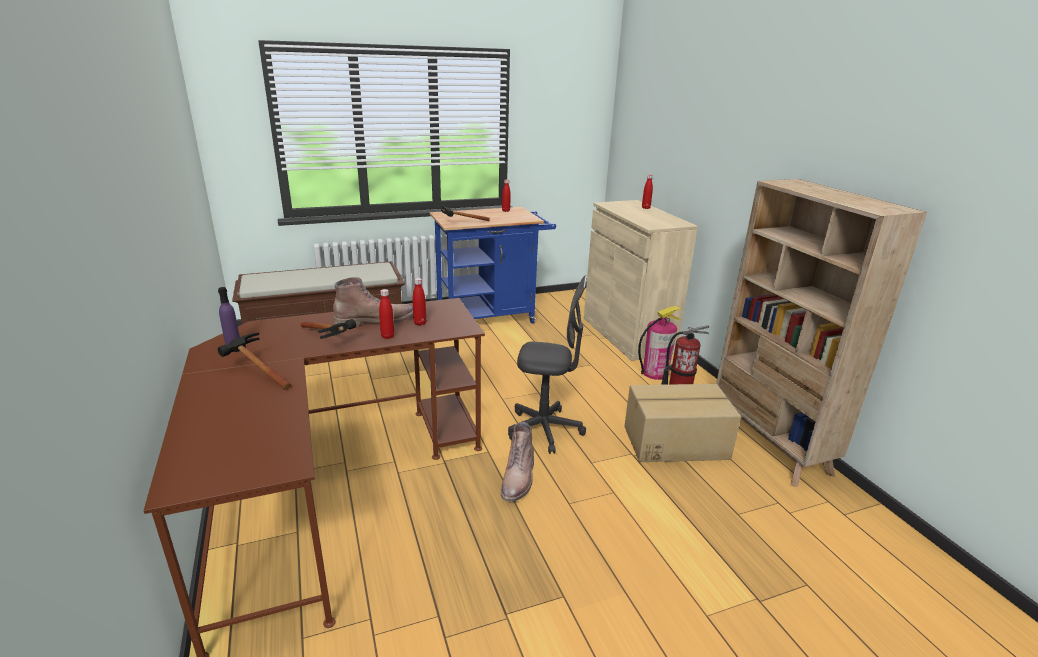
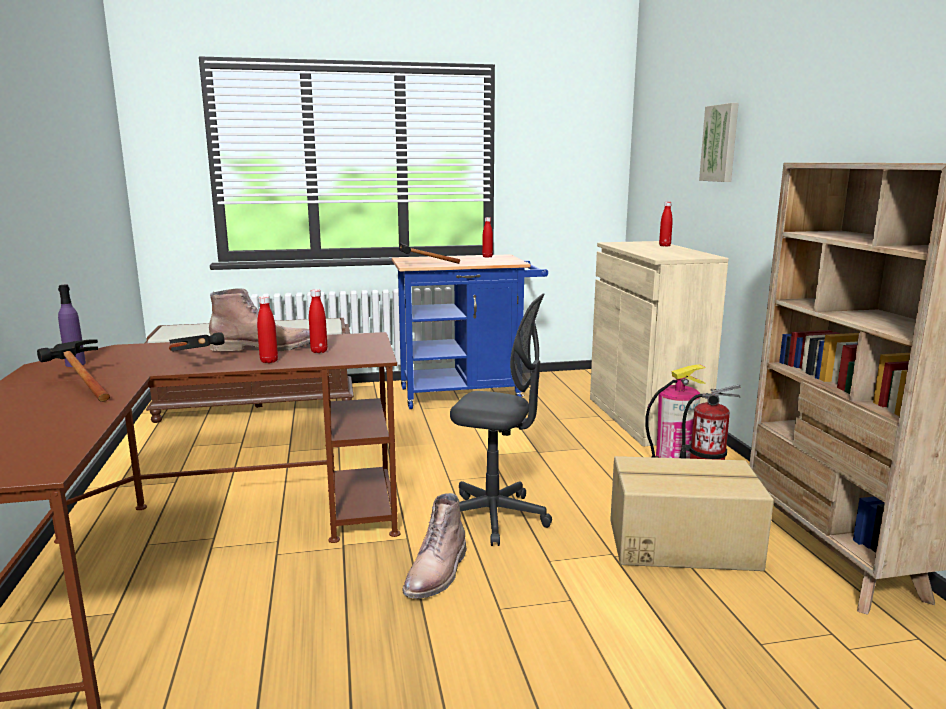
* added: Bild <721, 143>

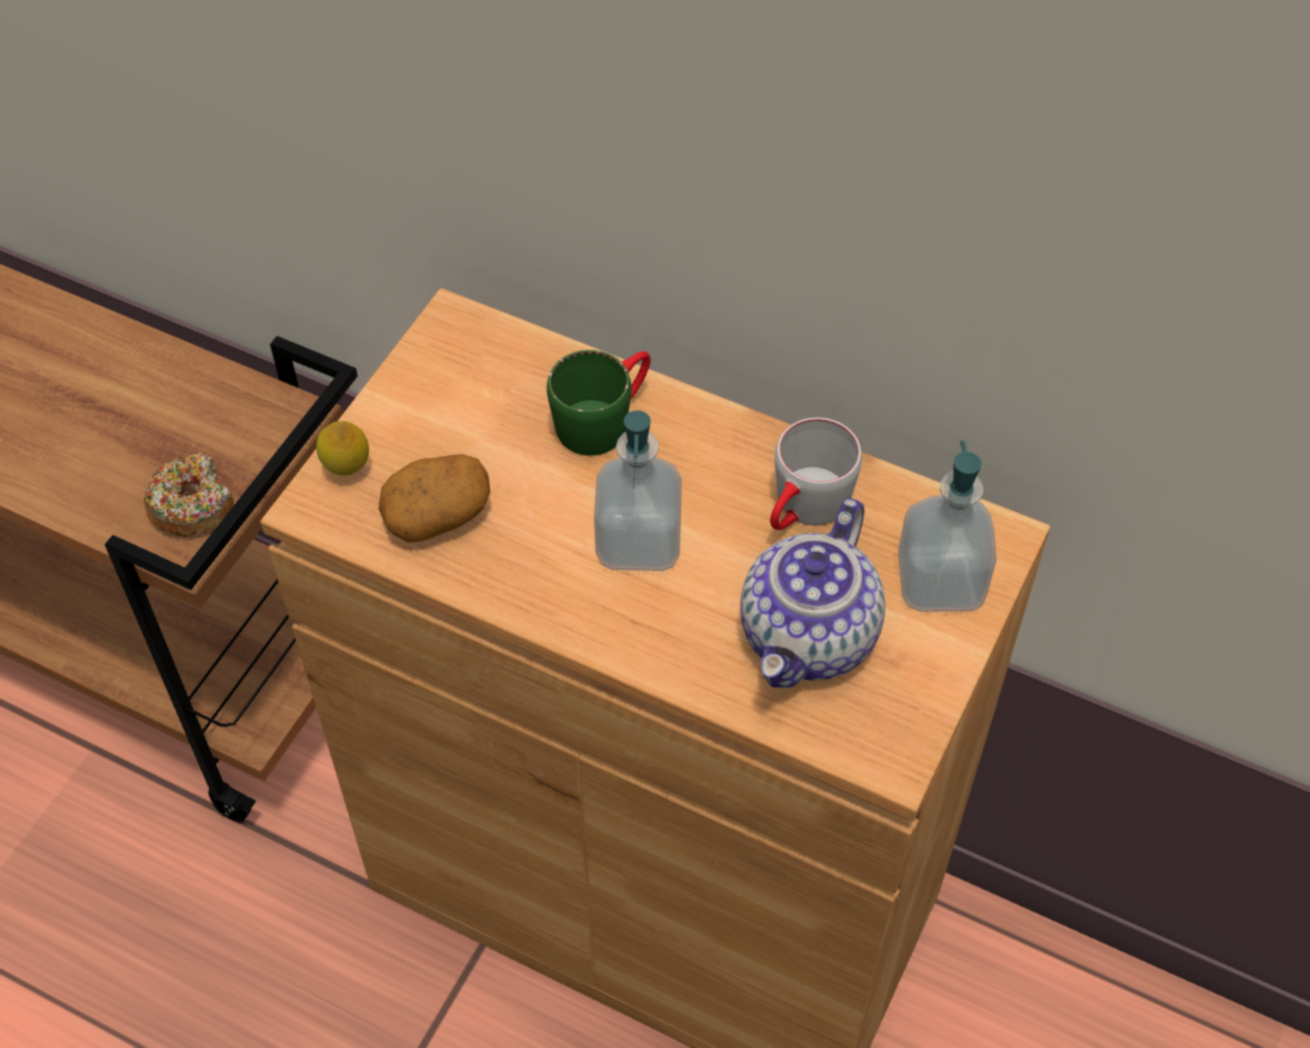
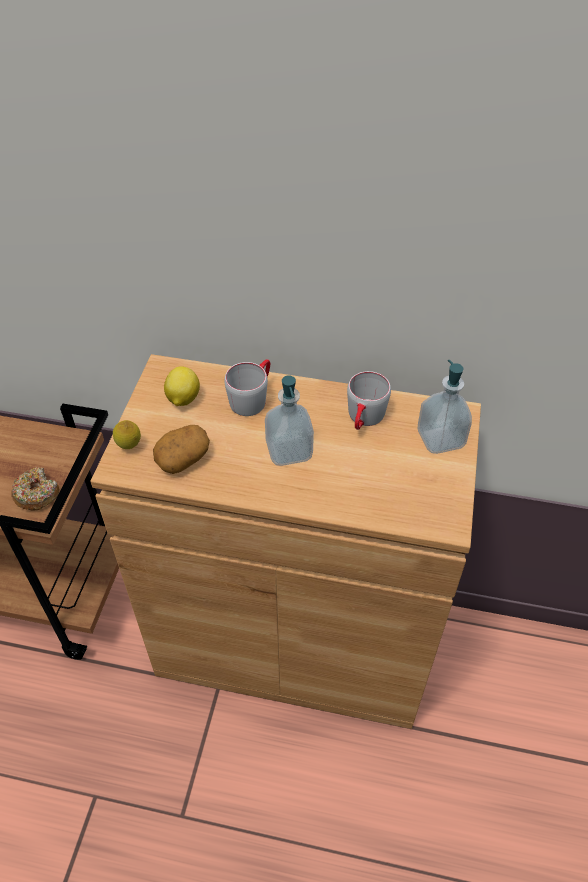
* recoloured: Henkelbecher (grün) <604, 418> to Henkelbecher (grau) <252, 397>
* removed: Teekanne <810, 638>
* added: Zitrone <183, 399>

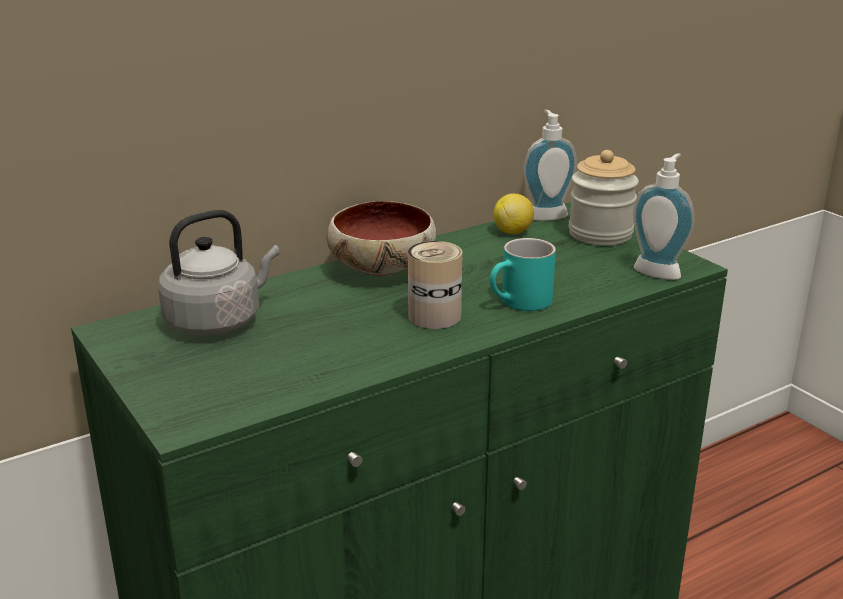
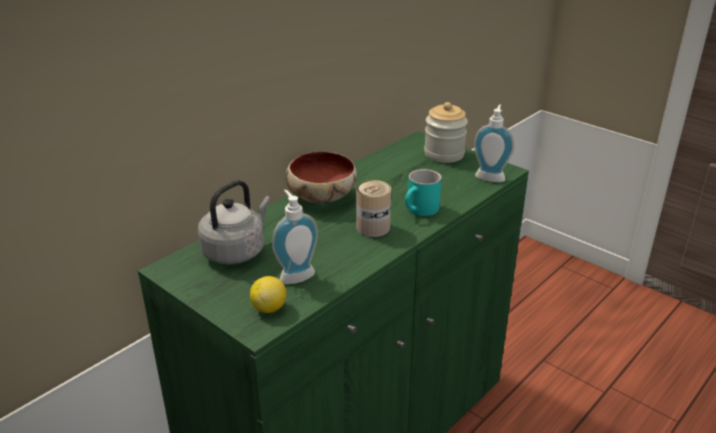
* moved: Zitrone <513, 232> to <269, 308>
* moved: Seifenspender <545, 215> to <295, 275>

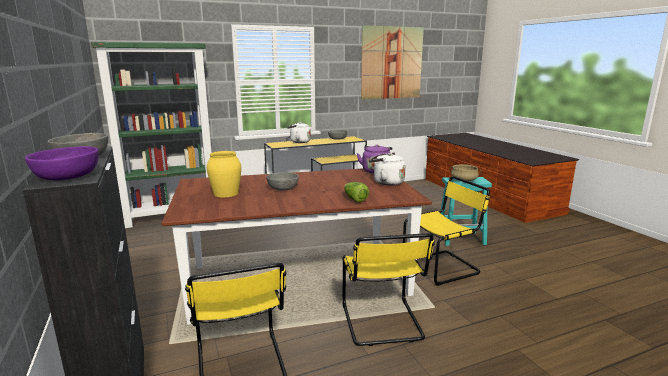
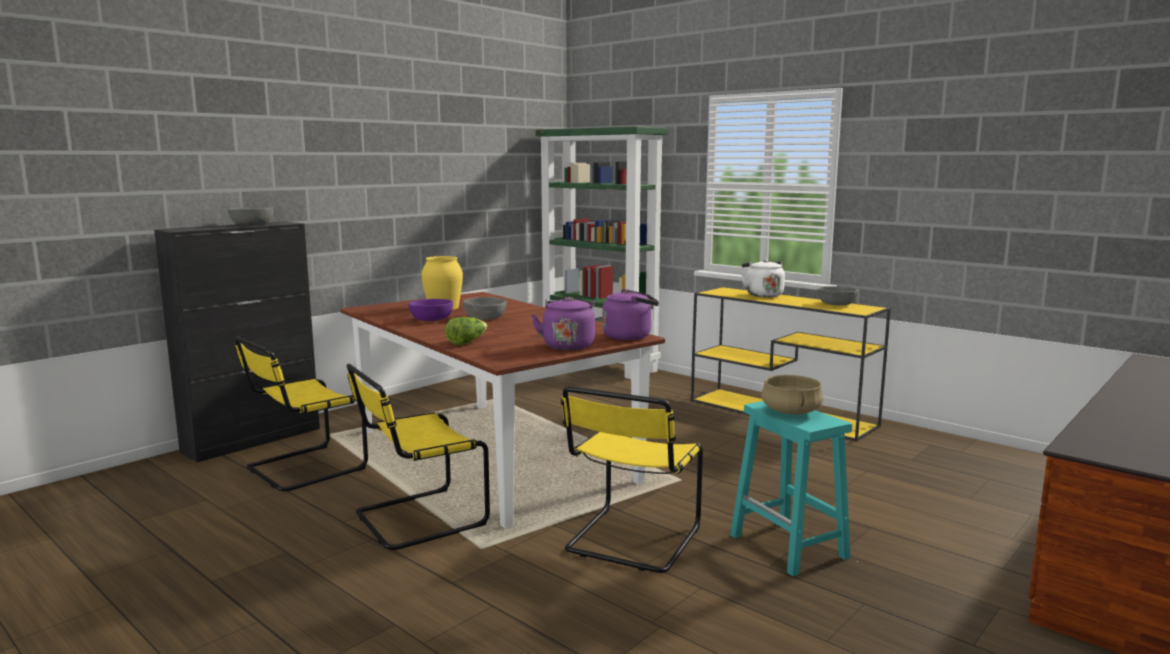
* moved: Schüssel (lila) <67, 176> to <431, 319>
* removed: Bild <392, 63>
* recoloured: Wasserkessel (weiß) <386, 182> to Wasserkessel (lila) <568, 345>
* turned: Stuhl (gelb) <443, 267> = <631, 541> 75 degrees clockwise

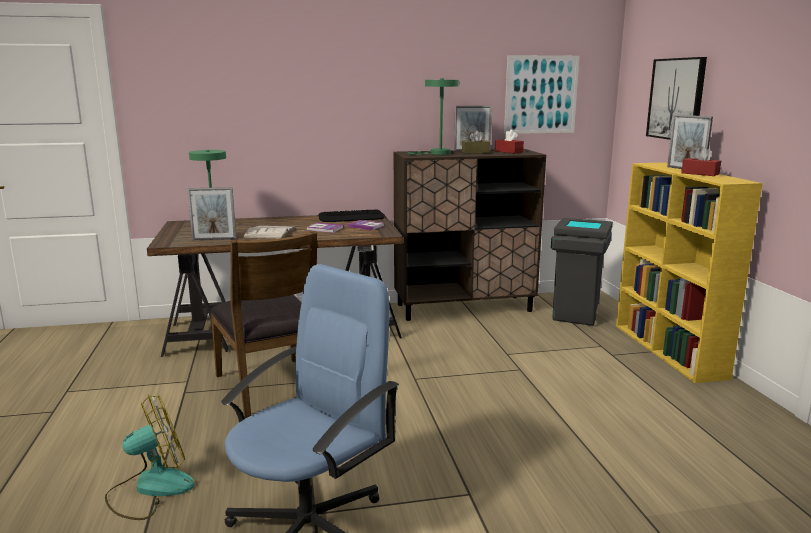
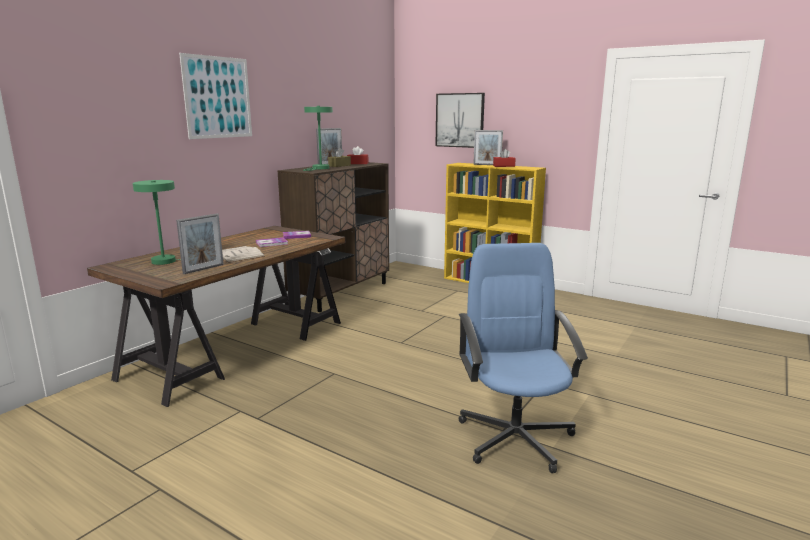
* removed: Ventilator <150, 488>
* removed: Stuhl (braun) <270, 387>
* removed: Tastatur <351, 217>
* moved: Bild <541, 94> to <218, 97>
* removed: Mülleimer (grau) <575, 316>

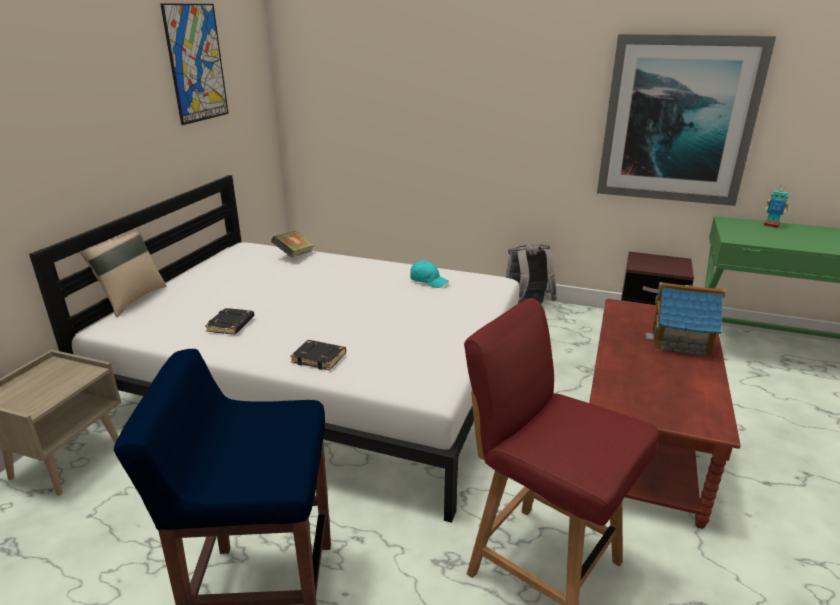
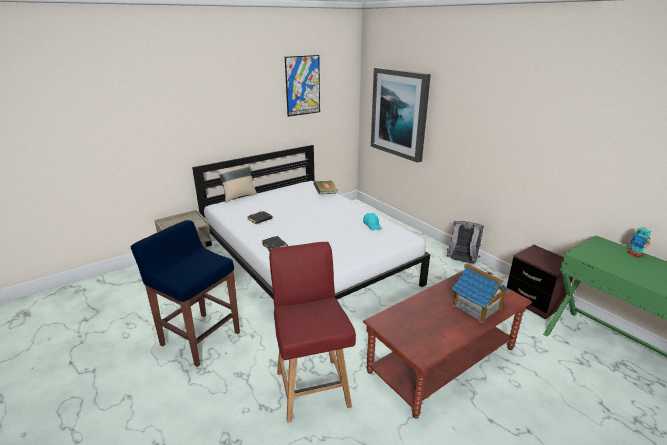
* moved: Bild <677, 120> to <399, 113>

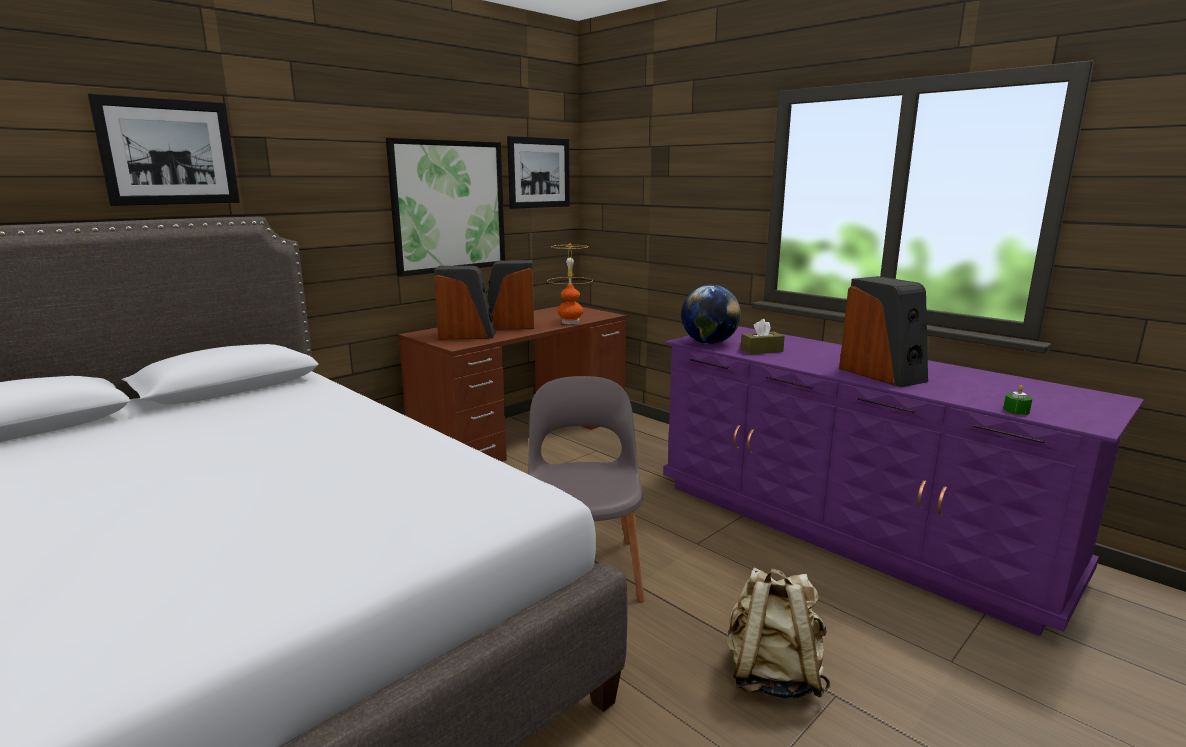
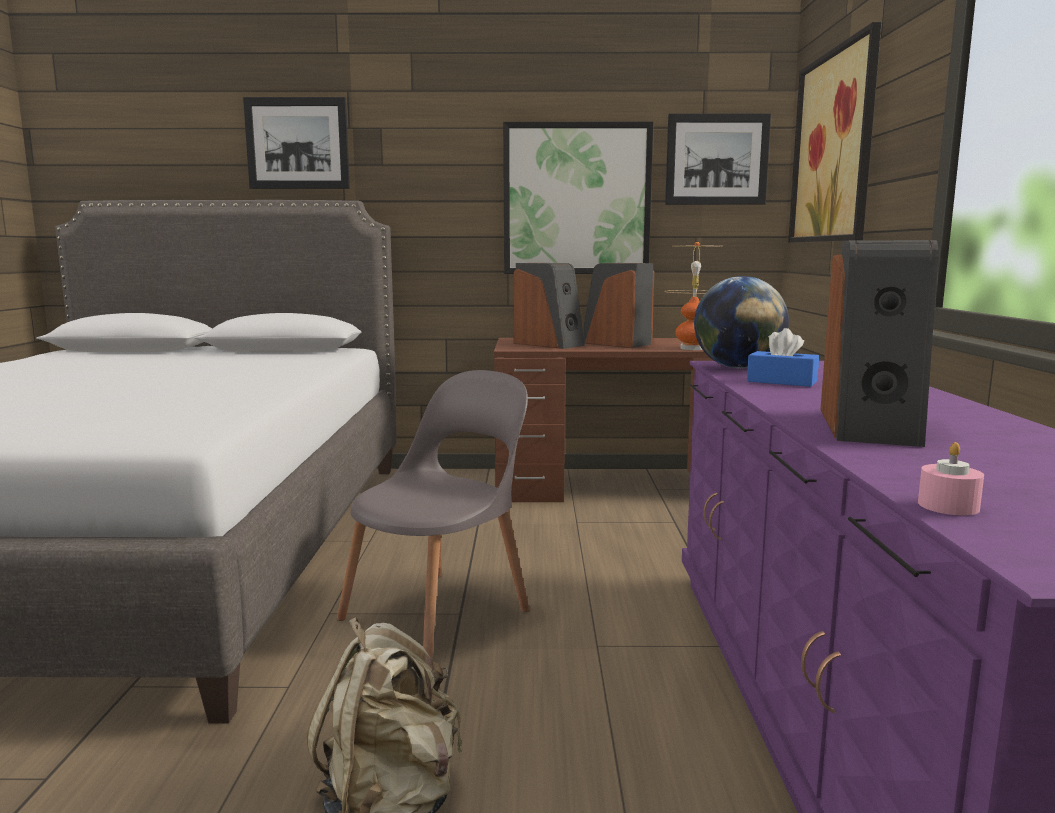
* recoloured: Taschentuchbox (braun) <761, 350> to Taschentuchbox (blau) <781, 381>
* recoloured: Kerze (grün) <1016, 411> to Kerze (rosa) <948, 506>
* added: Bild <834, 147>

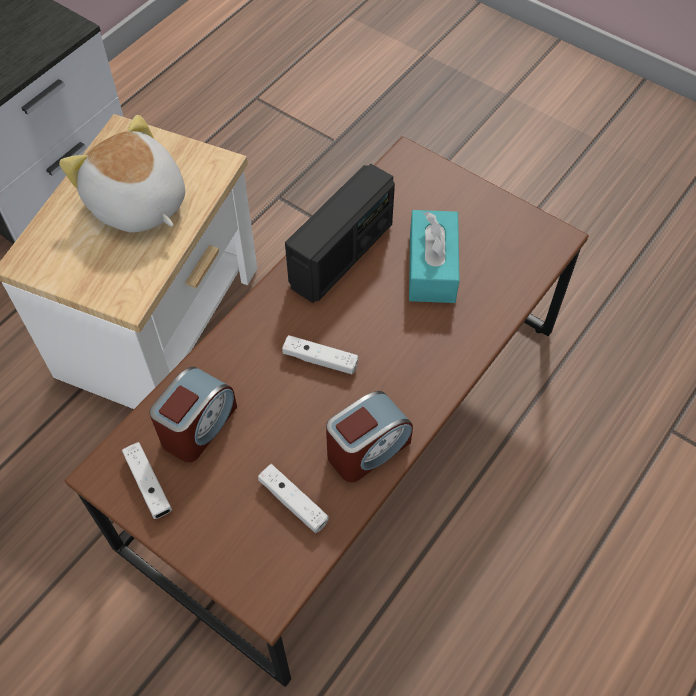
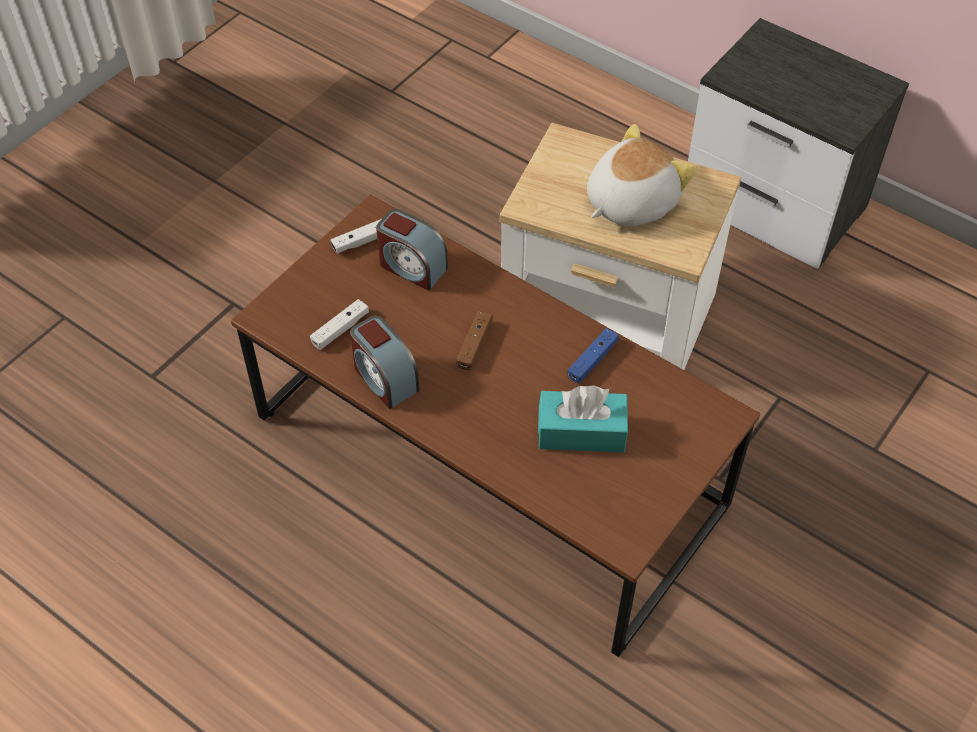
* recoloured: Gamepad (weiß) <320, 360> to Gamepad (braun) <474, 345>
* replaced: Radio <342, 255> to Gamepad (blau) <592, 360>

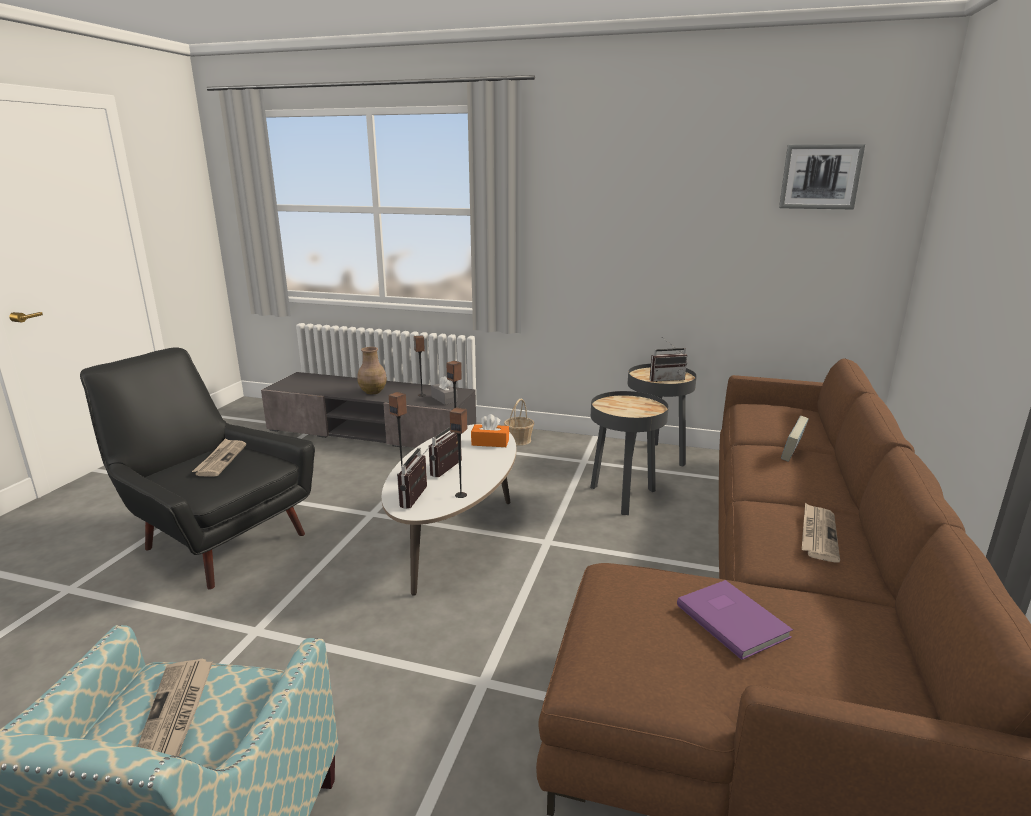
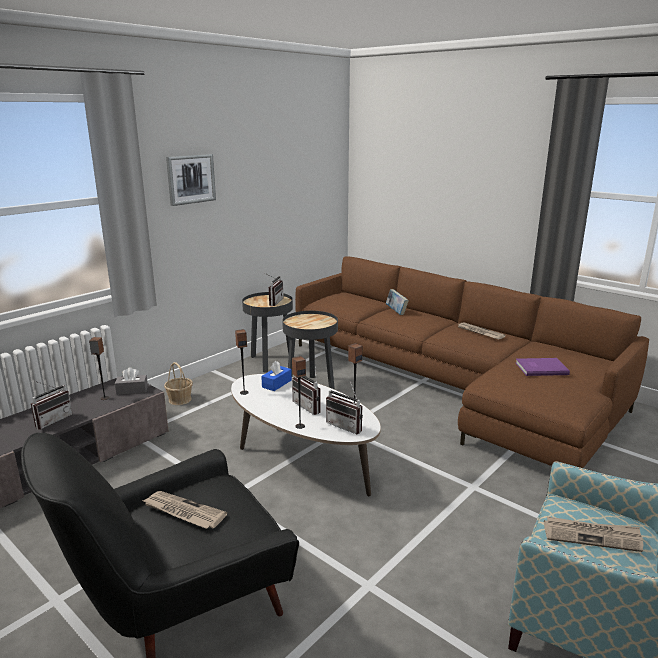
* replaced: Vase (braun) <373, 392> to Radio <52, 420>
* recoloured: Taschentuchbox (orange) <490, 442> to Taschentuchbox (blau) <277, 384>
* moved: Bild <820, 177> to <191, 179>

